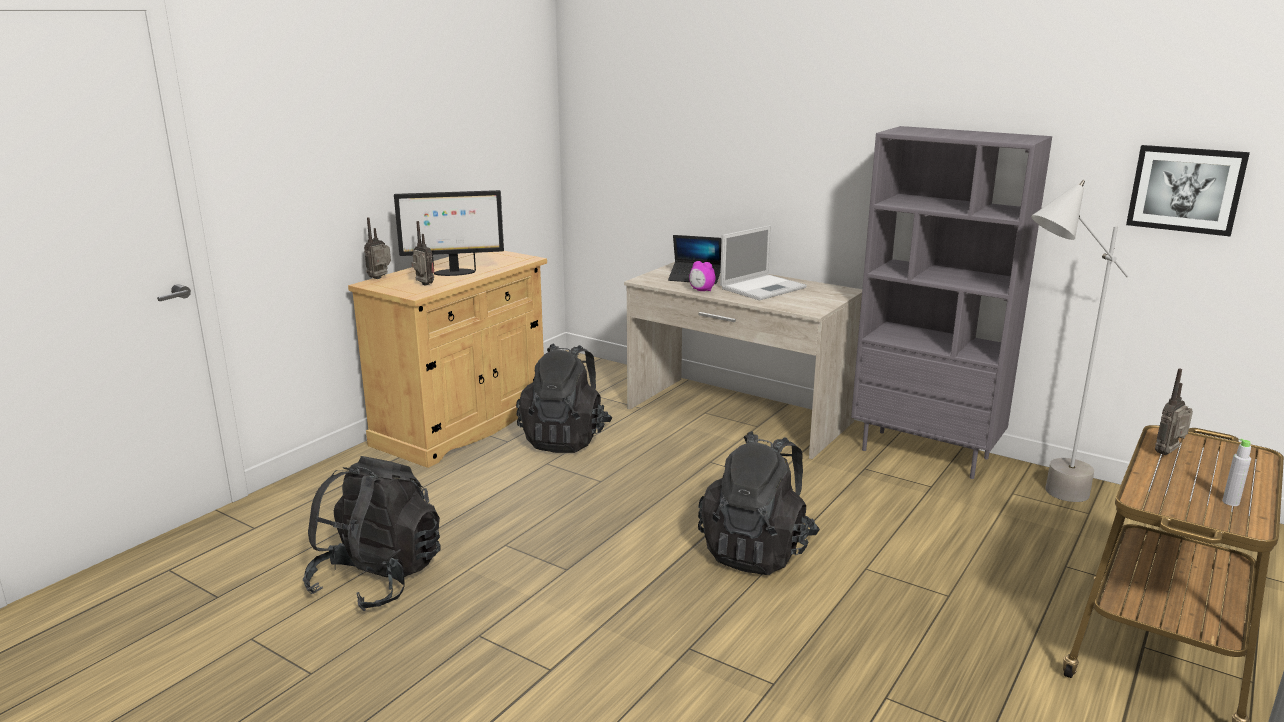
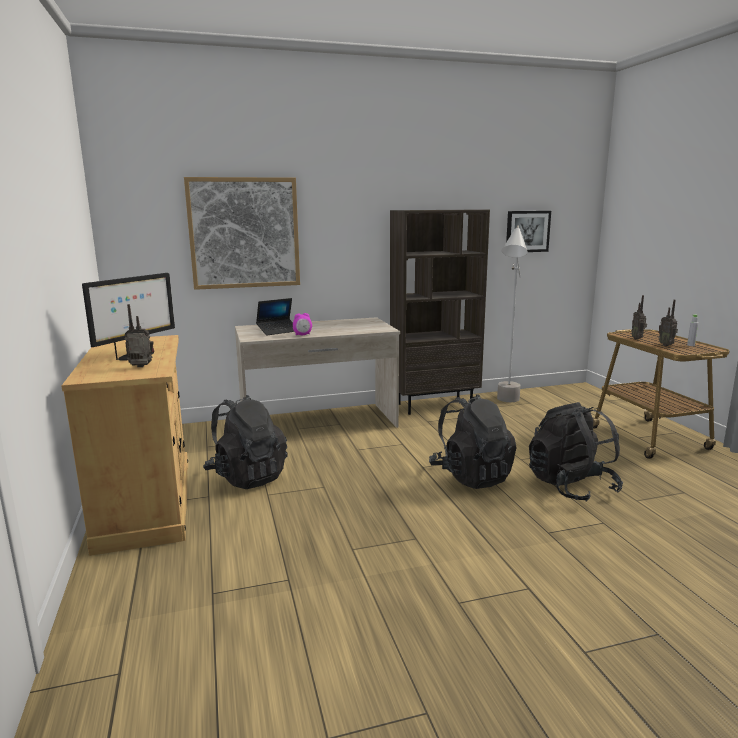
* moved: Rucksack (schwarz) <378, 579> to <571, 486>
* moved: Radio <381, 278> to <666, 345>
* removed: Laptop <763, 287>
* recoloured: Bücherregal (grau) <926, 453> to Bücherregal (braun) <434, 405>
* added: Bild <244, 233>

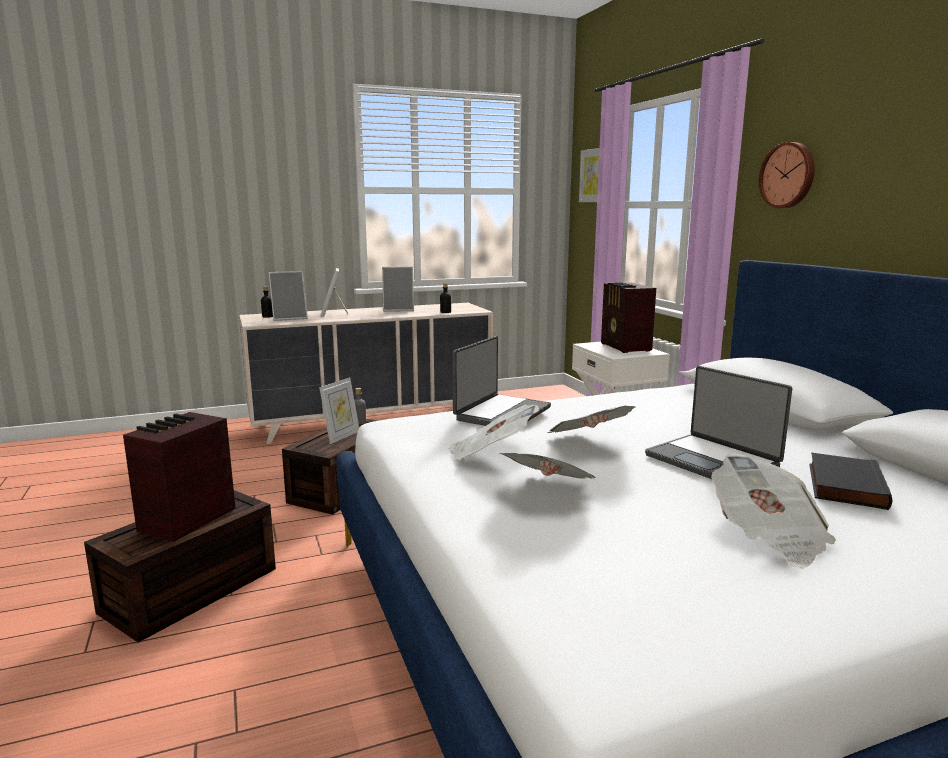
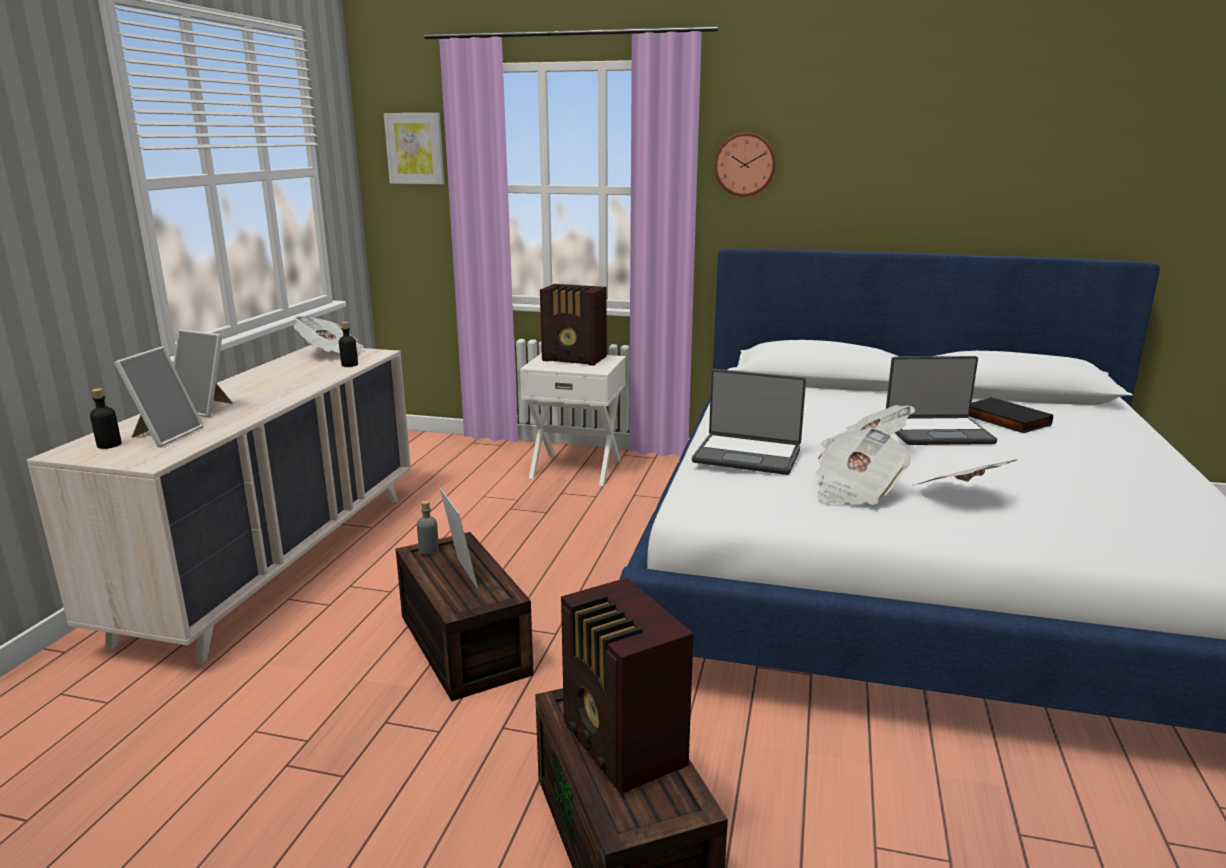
* removed: Bilderrahmen <399, 309>
* turned: Laptop <501, 413> = <747, 455> 135 degrees clockwise
* moved: Zeitung <768, 537> to <332, 354>

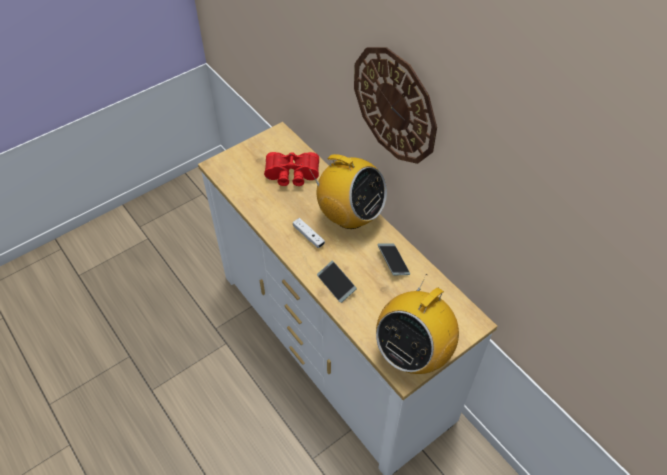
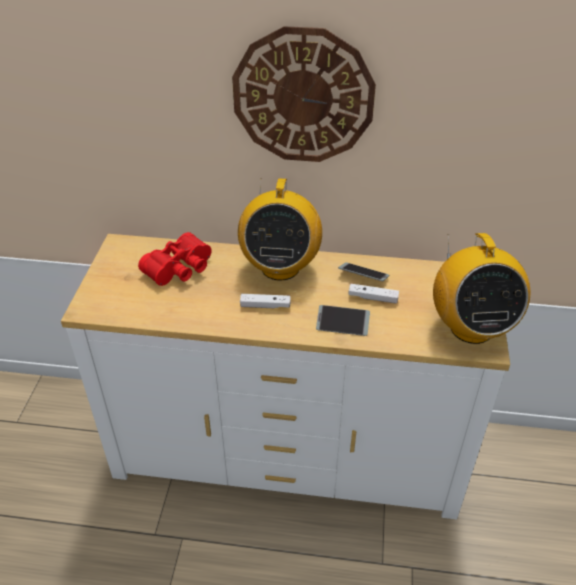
* turned: Radio <349, 216> = <280, 267> 105 degrees clockwise
* added: Gamepad (weiß) <373, 298>

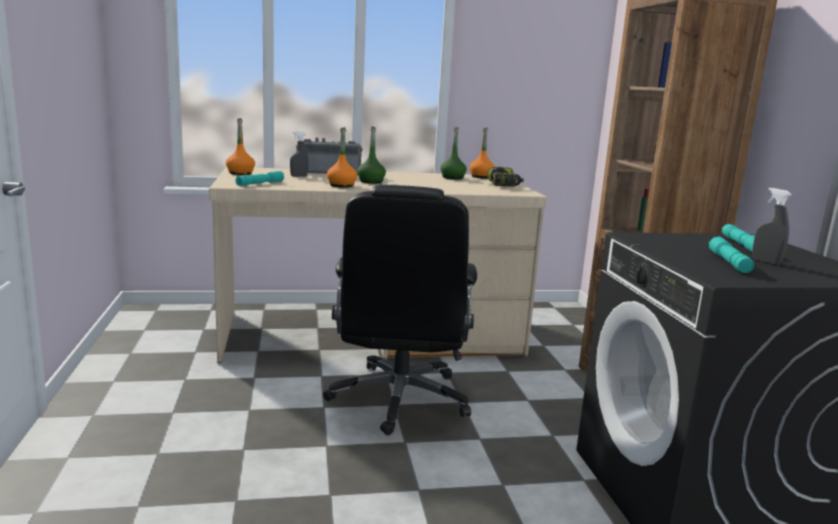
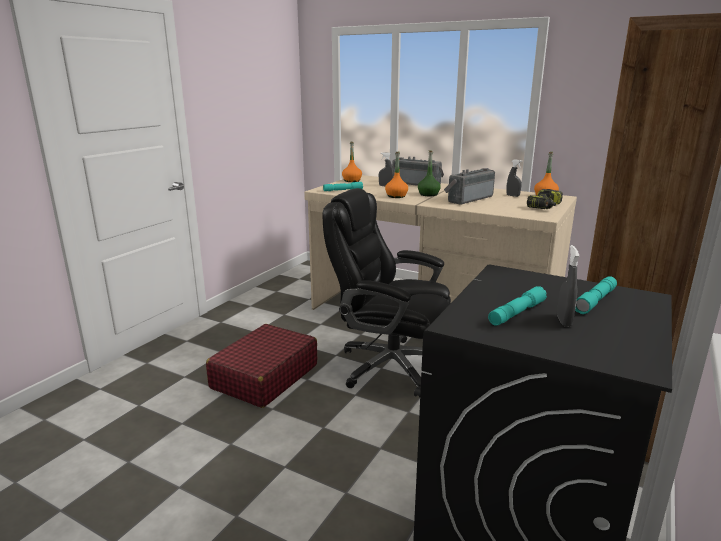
* turned: Bürostuhl (schwarz) <399, 399> = <389, 366> 75 degrees clockwise
* replaced: Flasche (grün) <453, 178> to Sprühflasche (grau) <512, 196>
* added: Koffer (rot) <264, 376>
* added: Radio <468, 199>

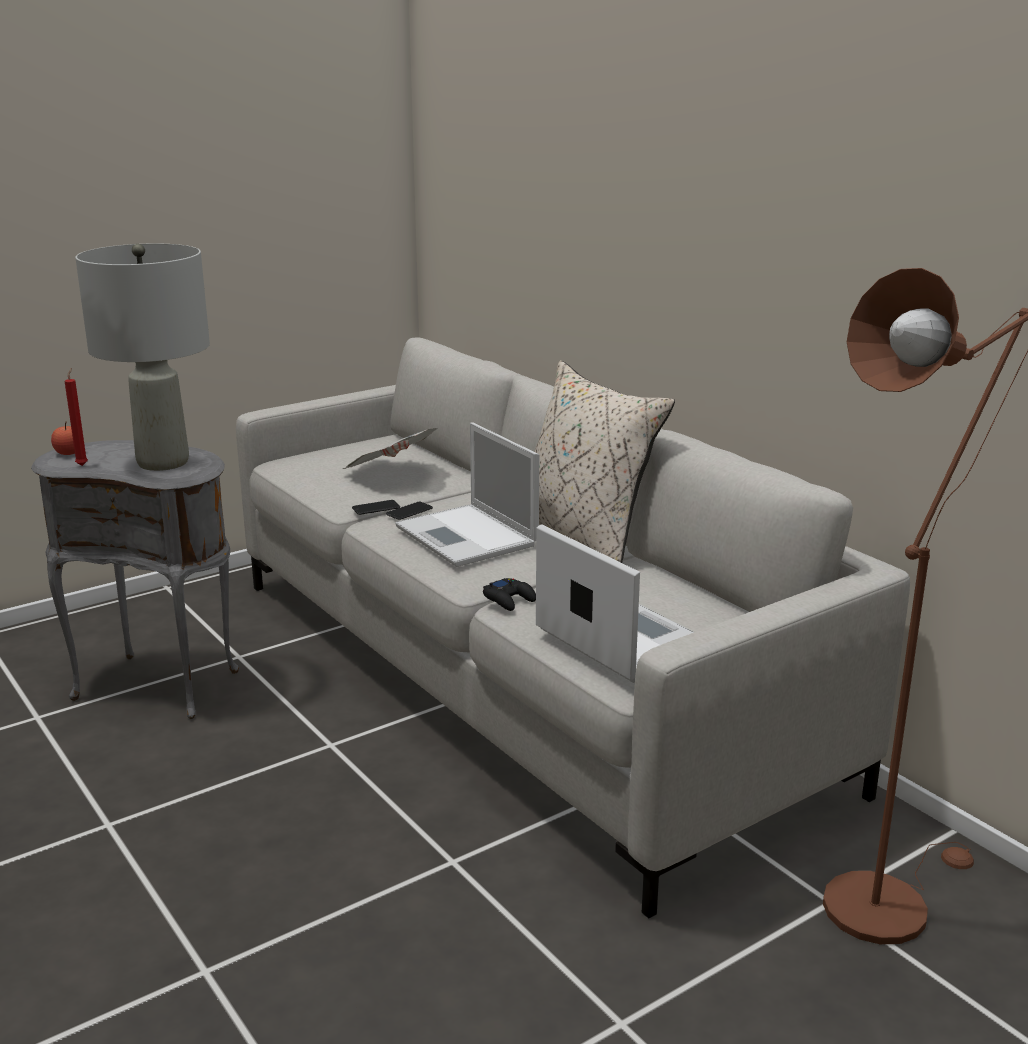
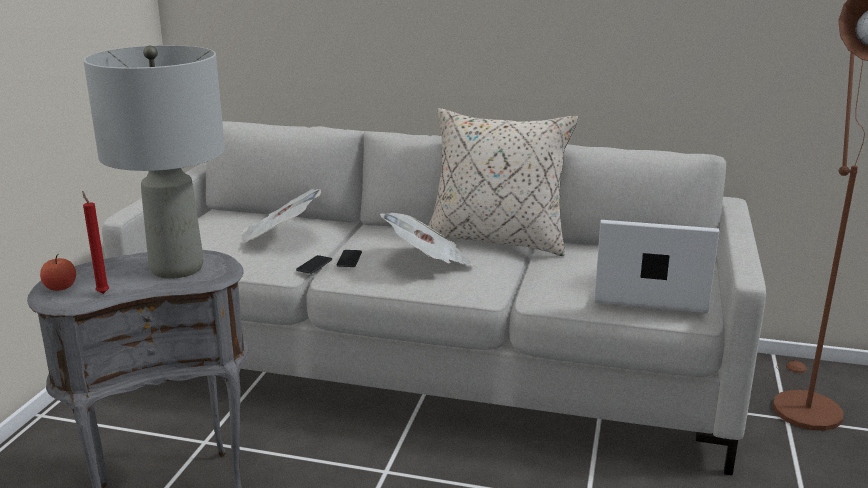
* replaced: Laptop <468, 537> to Zeitung <428, 262>
* removed: Gamepad (schwarz) <509, 599>

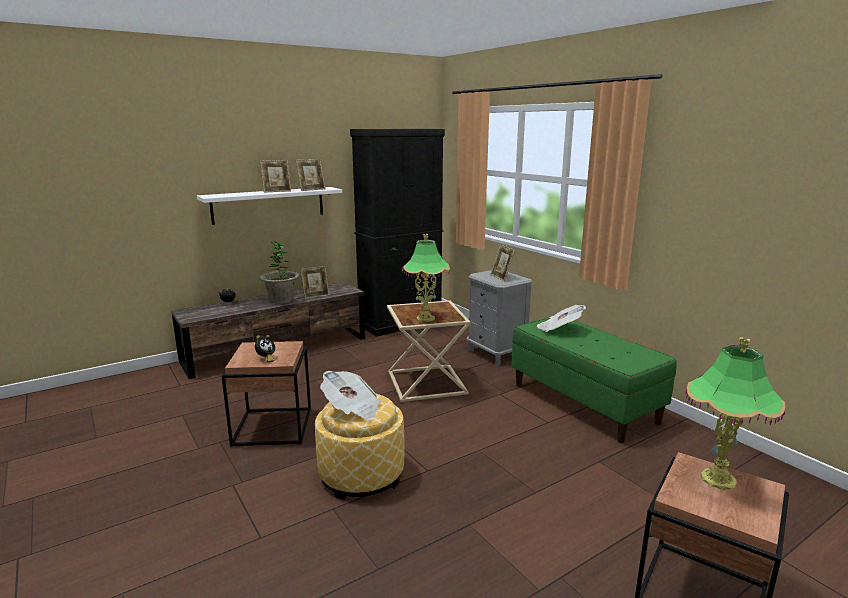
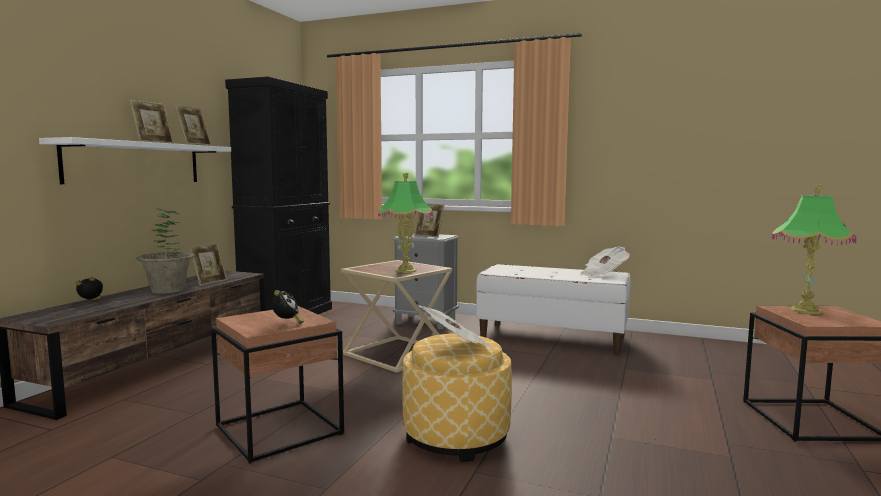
* recoloured: Bank (grün) <584, 403> to Bank (weiß) <552, 338>
* moved: Zeitung <559, 329> to <603, 274>

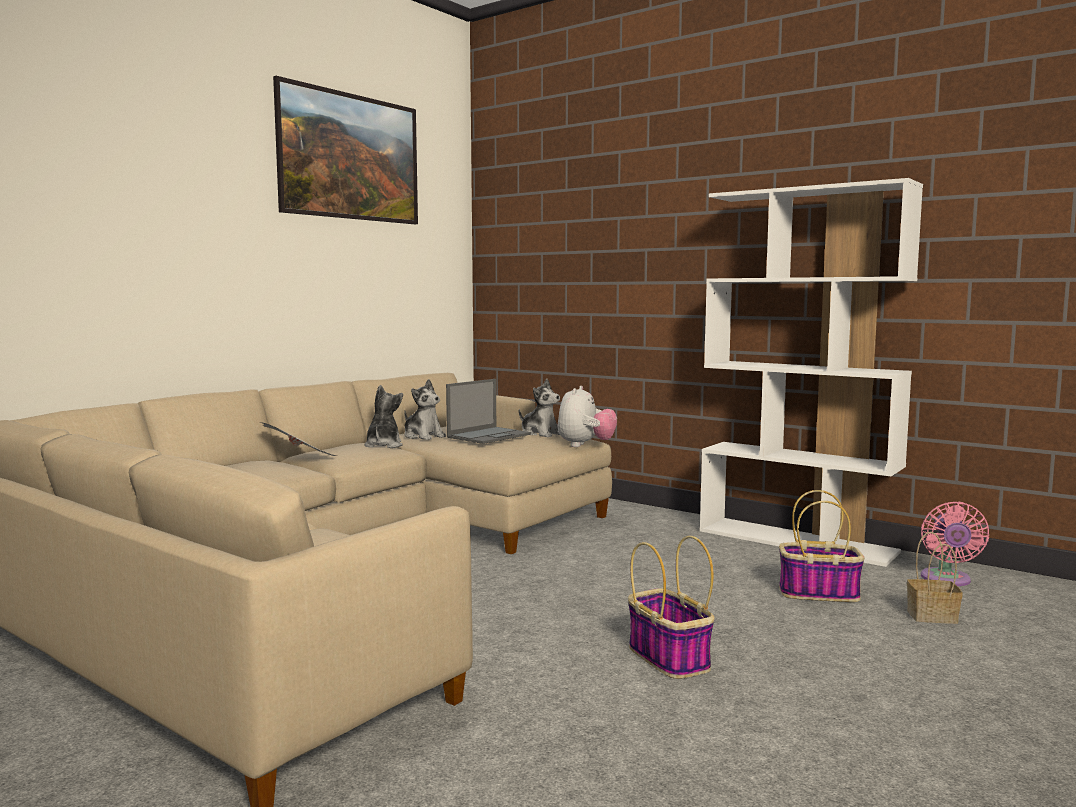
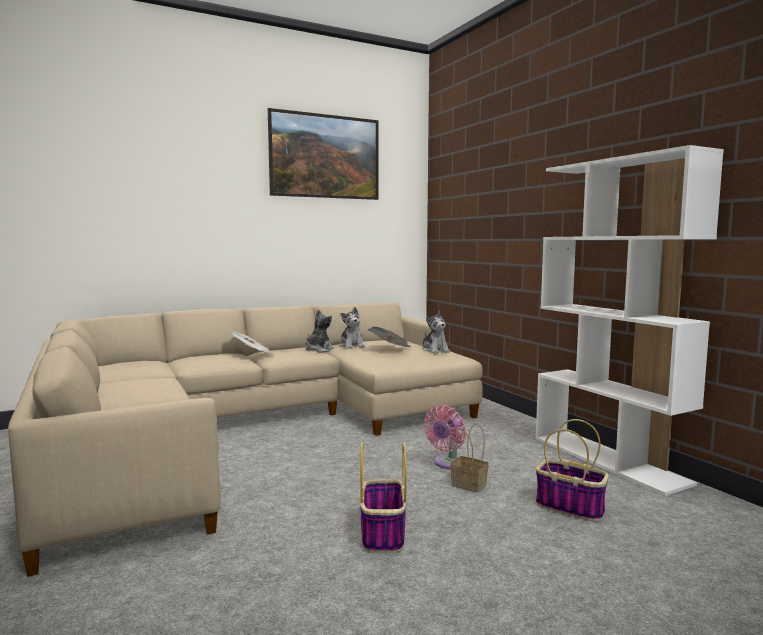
* replaced: Laptop <489, 435> to Zeitung <390, 349>
* removed: Plüschtier <585, 445>
* moved: Korb <933, 616> to <470, 485>
* moved: Ventilator (rosa) <946, 580> to <449, 464>

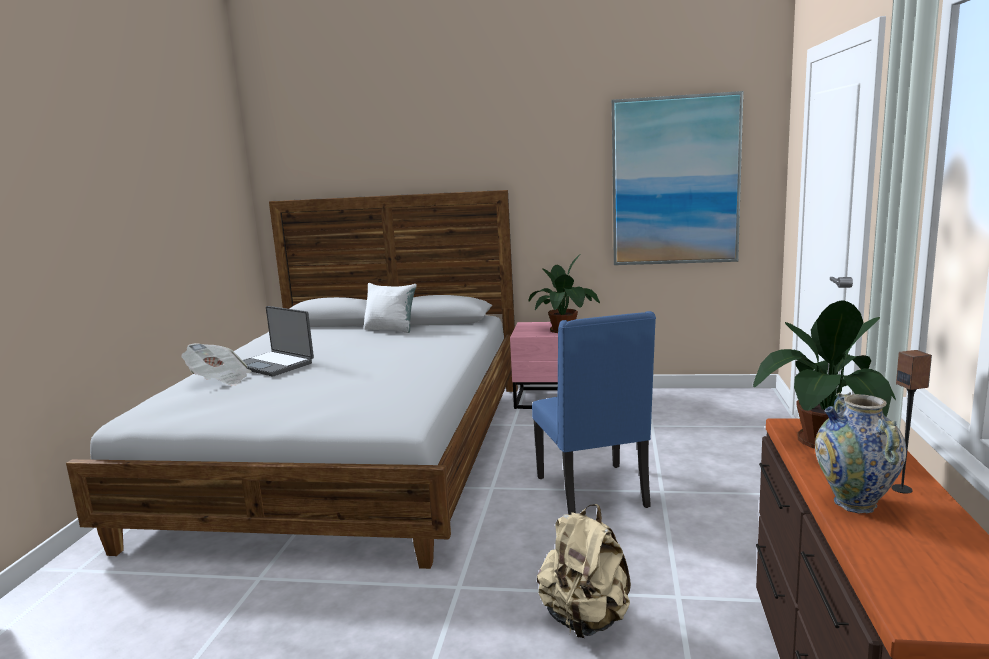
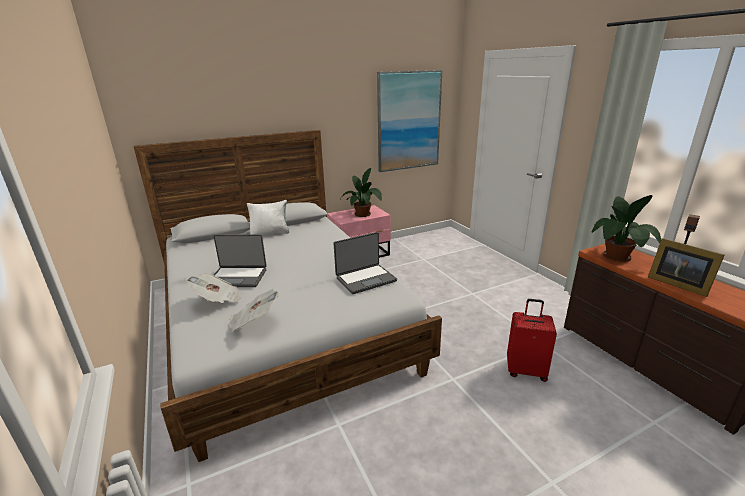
* removed: Stuhl (blau) <594, 493>
* replaced: Rucksack (beige) <586, 620> to Koffer (rot) <526, 370>
* replaced: Vase <855, 503> to Bilderrahmen <676, 283>
* added: Zeitung <254, 321>
* added: Laptop <365, 279>

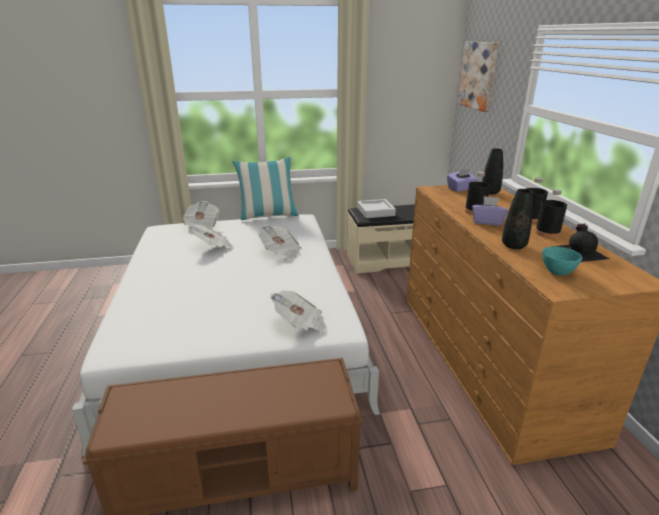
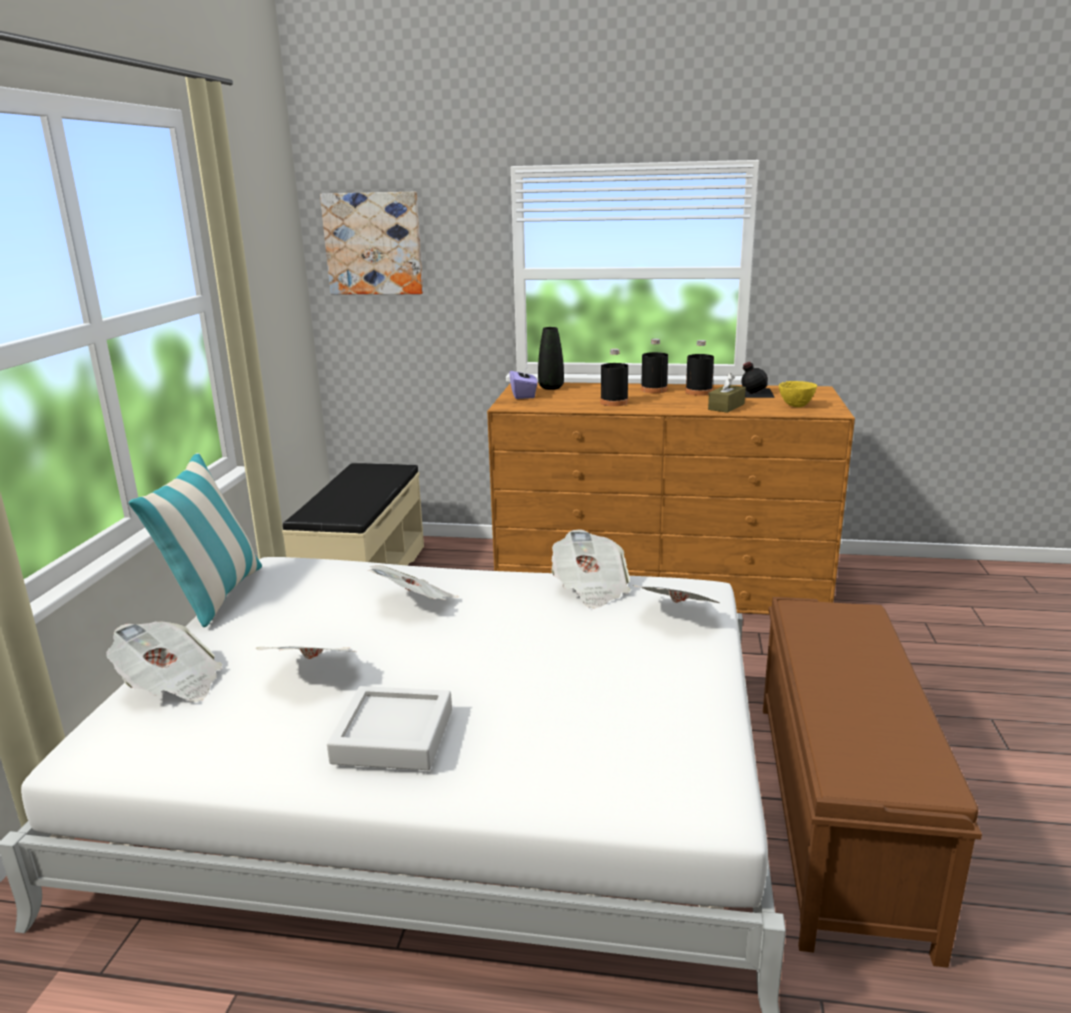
* moved: Tablett (grau) <375, 212> to <393, 736>
* removed: Taschentuchbox (lila) <487, 222>
* replaced: Vase (schwarz) <513, 246> to Taschentuchbox (braun) <726, 407>
* recoloured: Schüssel (türkis) <557, 273> to Schüssel (gelb) <796, 406>
* added: Zeitung <590, 589>

